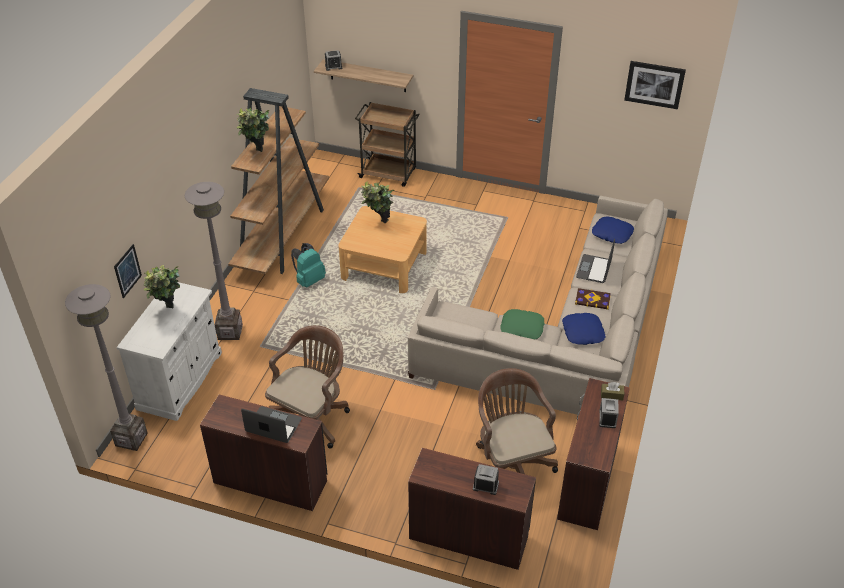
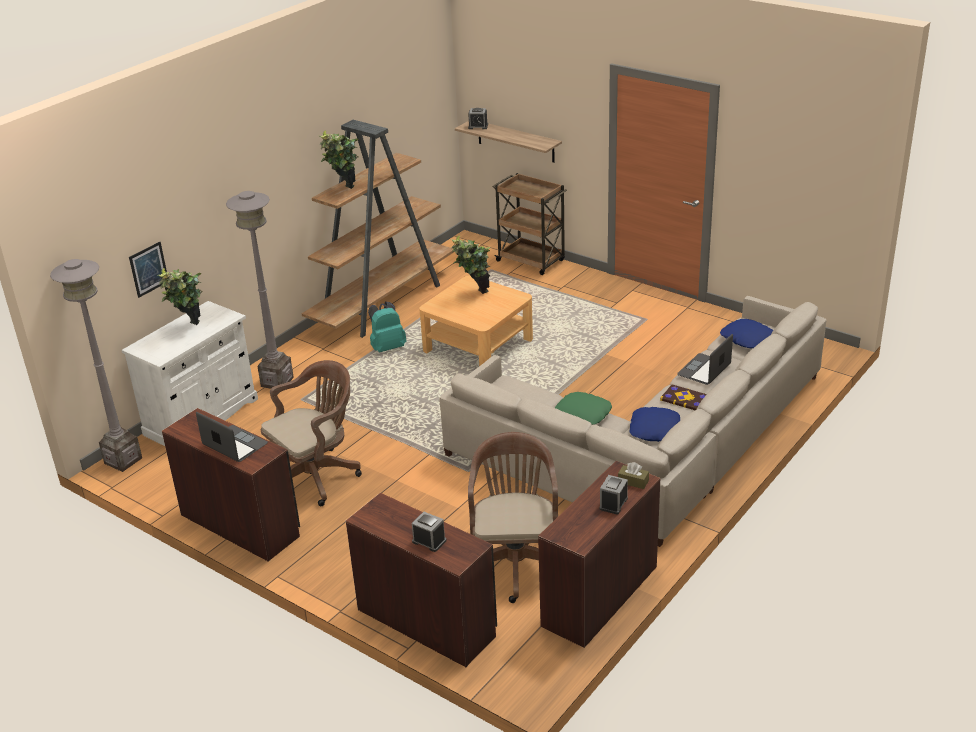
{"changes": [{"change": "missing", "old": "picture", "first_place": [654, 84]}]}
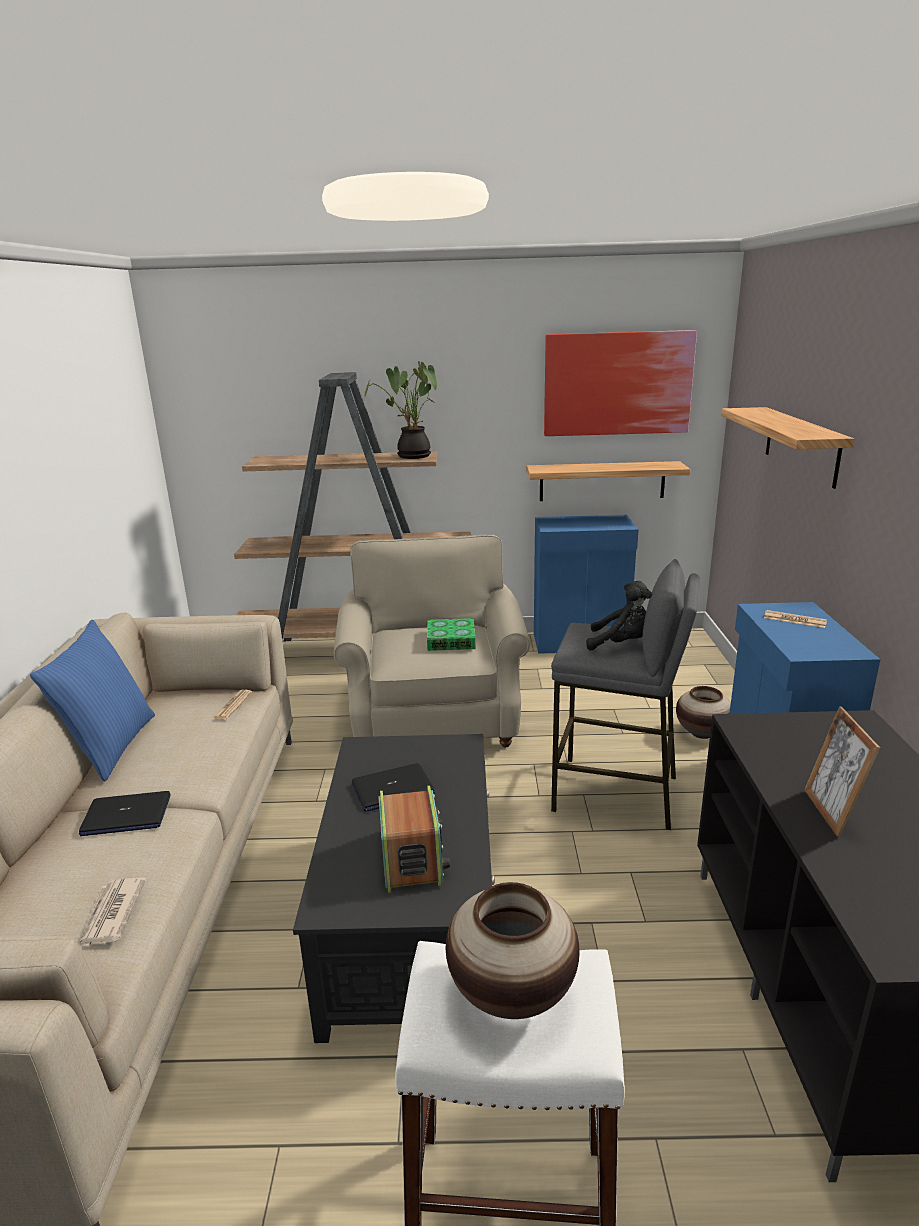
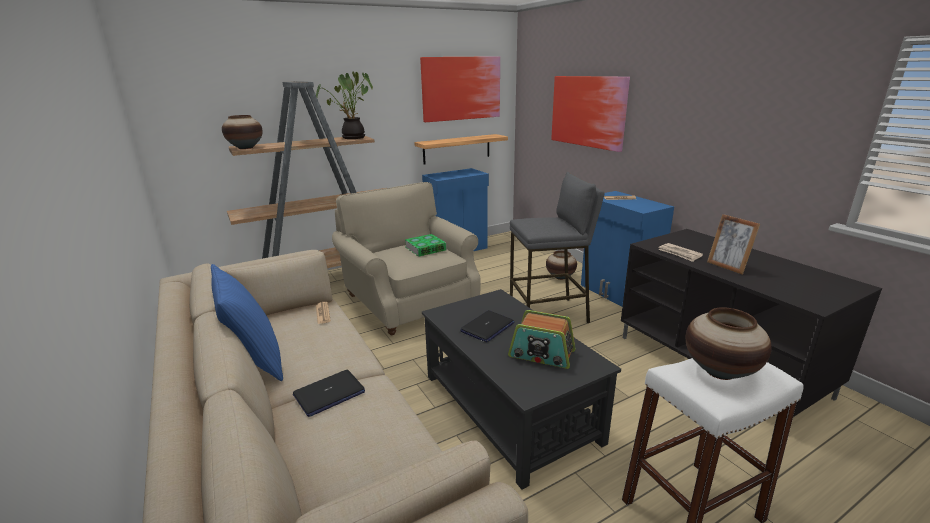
{"changes": [{"change": "relocated", "old": "daily paper", "first_place": [111, 914], "second_place": [679, 254]}, {"change": "spun", "old": "radio receiver", "first_place": [412, 857], "second_place": [541, 354], "degrees": 150}, {"change": "missing", "old": "soft toy/black", "first_place": [621, 644]}, {"change": "exchanged", "old": "bracket shelf", "new": "picture", "first_place": [801, 445], "second_place": [588, 111]}, {"change": "appeared", "new": "flower vase", "second_place": [245, 148]}]}
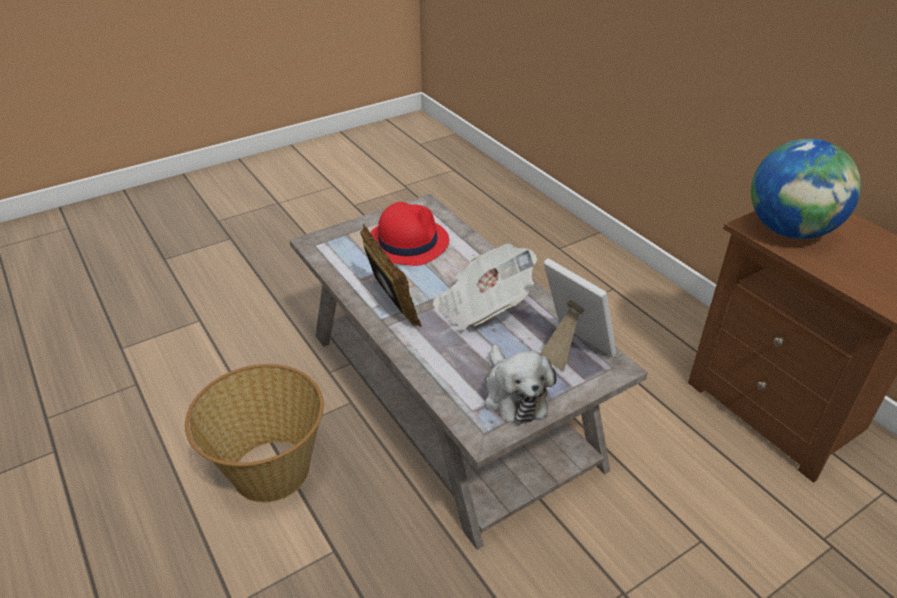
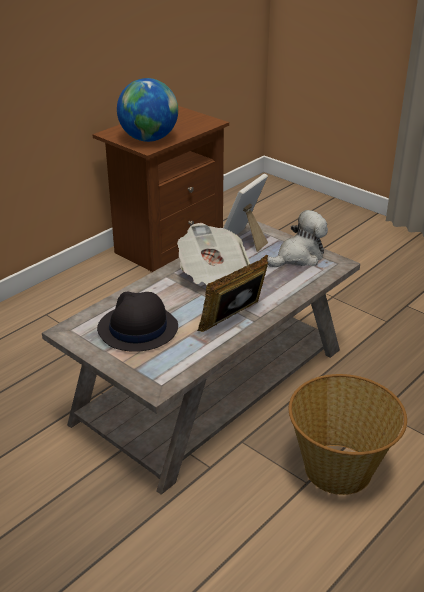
{"changes": [{"change": "colour", "old": "hat/reddish", "new": "hat/black", "first_place": [407, 241], "second_place": [137, 329]}]}
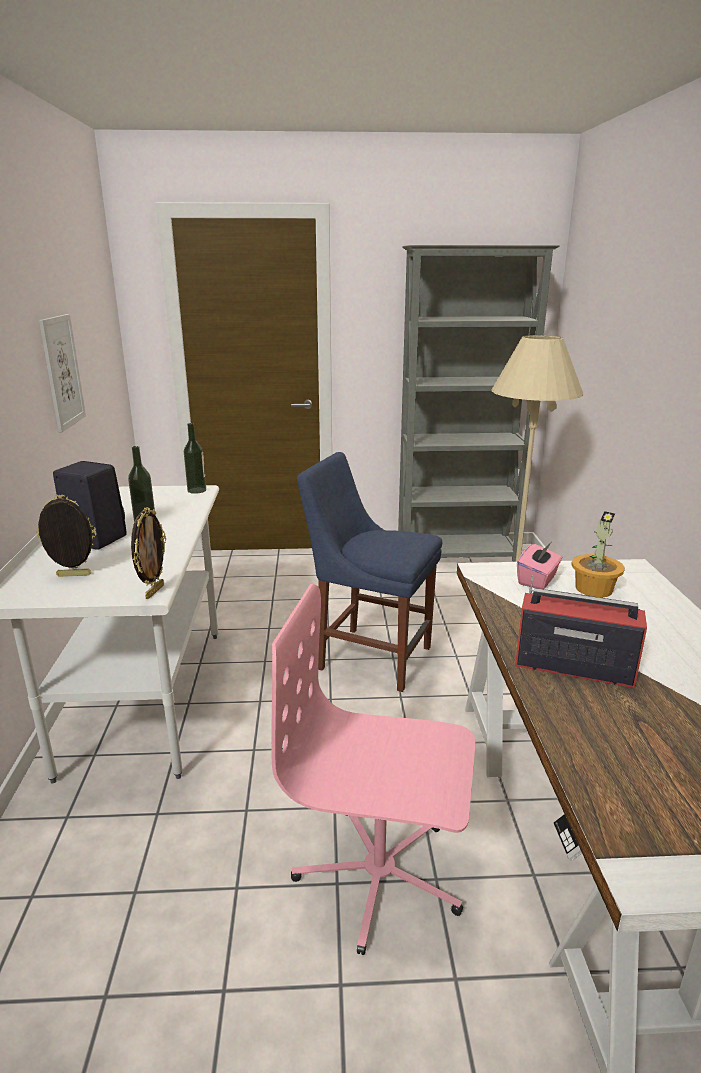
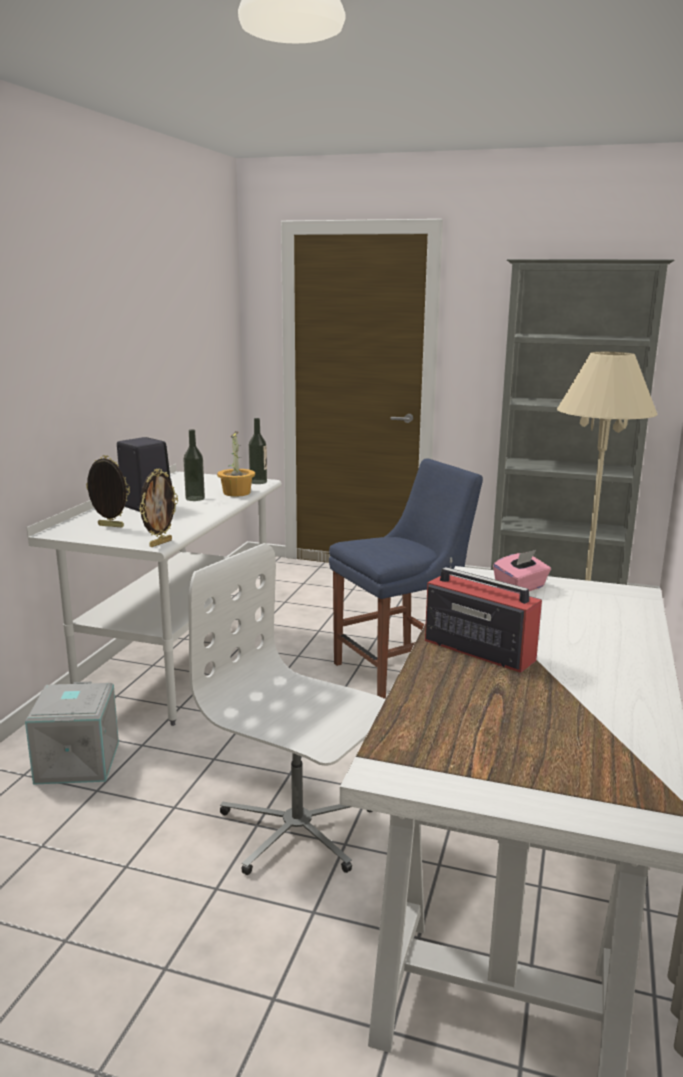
{"changes": [{"change": "missing", "old": "picture", "first_place": [62, 372]}, {"change": "colour", "old": "computer chair/pinkish", "new": "computer chair/white-coloured", "first_place": [379, 874], "second_place": [297, 828]}, {"change": "spun", "old": "plain chair/blue", "first_place": [369, 656], "second_place": [400, 669], "degrees": 105}, {"change": "relocated", "old": "potted plant", "first_place": [594, 589], "second_place": [237, 493]}, {"change": "appeared", "new": "storage container/grey", "second_place": [76, 762]}]}
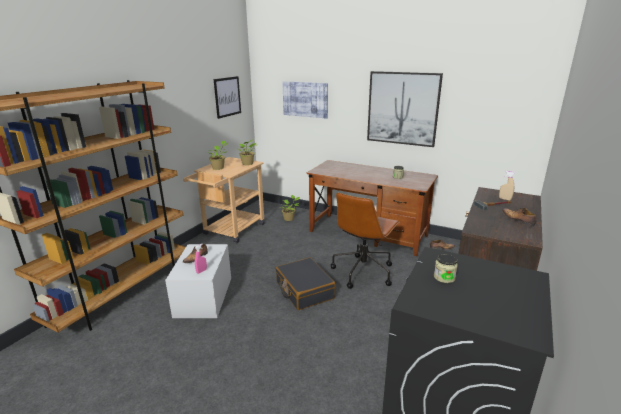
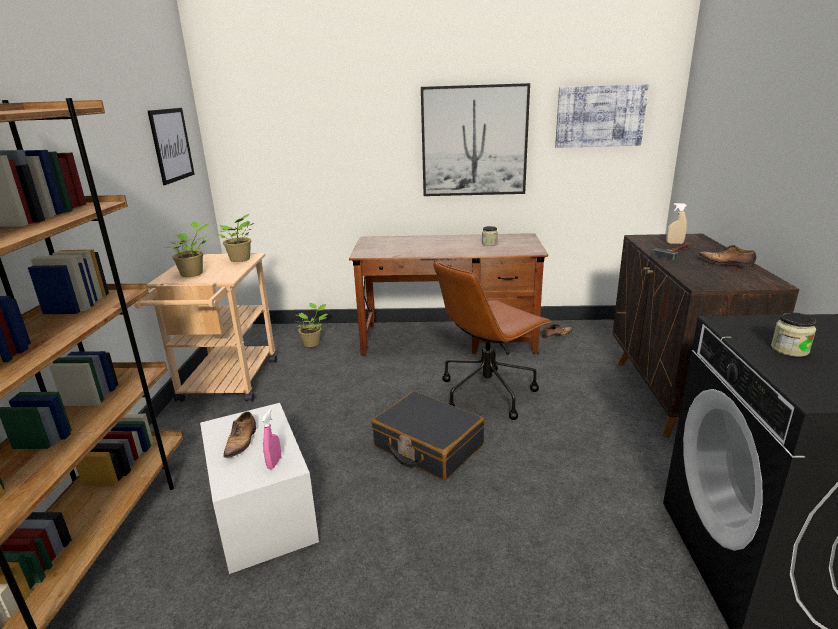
{"changes": [{"change": "relocated", "old": "picture", "first_place": [305, 99], "second_place": [600, 116]}, {"change": "spun", "old": "computer chair/brownish", "first_place": [363, 271], "second_place": [488, 393], "degrees": 45}]}
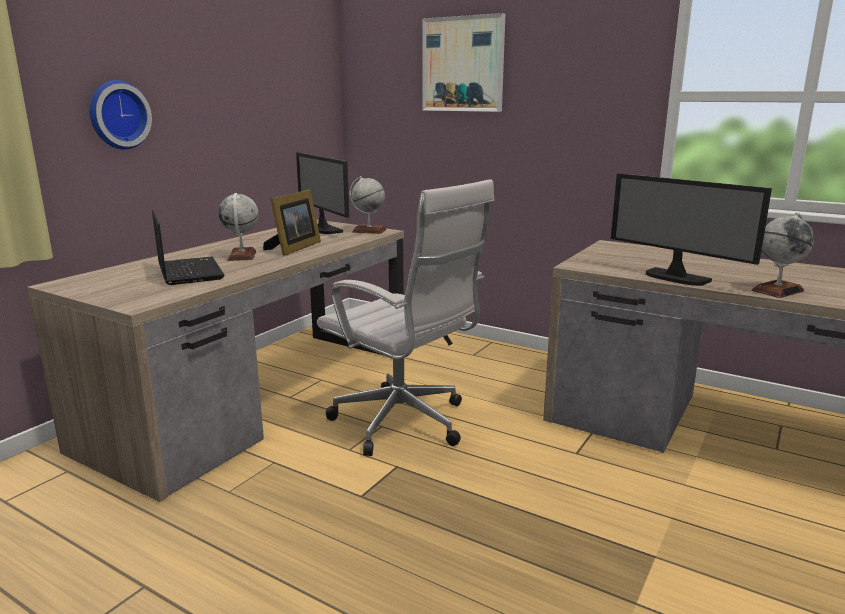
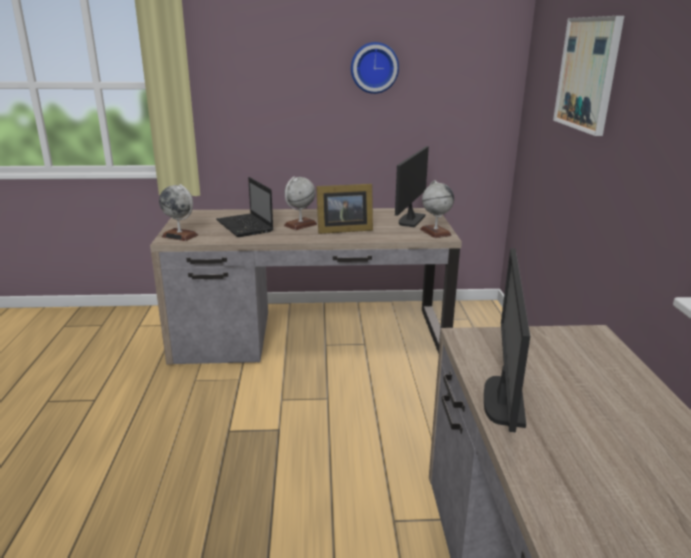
{"changes": [{"change": "relocated", "old": "clock on the wall", "first_place": [117, 115], "second_place": [374, 68]}, {"change": "spun", "old": "notebook computer", "first_place": [189, 272], "second_place": [245, 226], "degrees": 120}, {"change": "missing", "old": "computer chair/white-coloured", "first_place": [405, 424]}, {"change": "relocated", "old": "globe", "first_place": [777, 290], "second_place": [180, 236]}]}
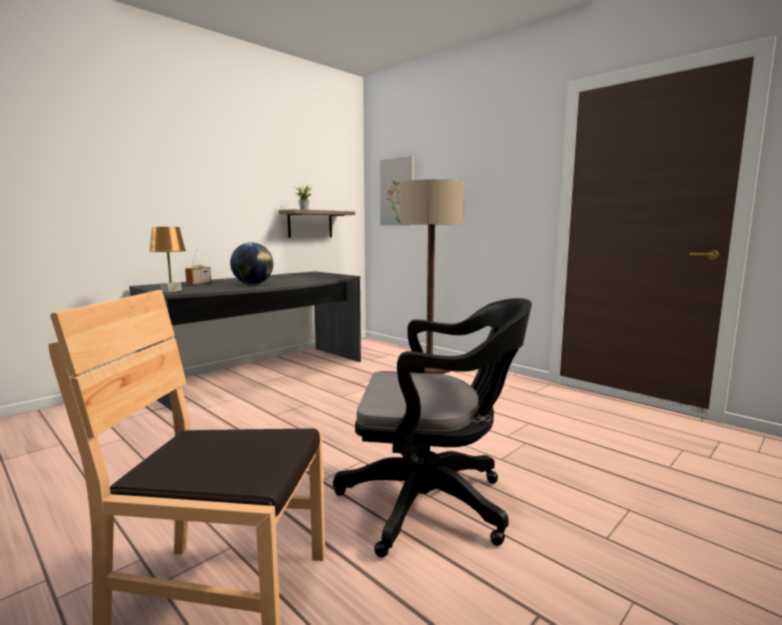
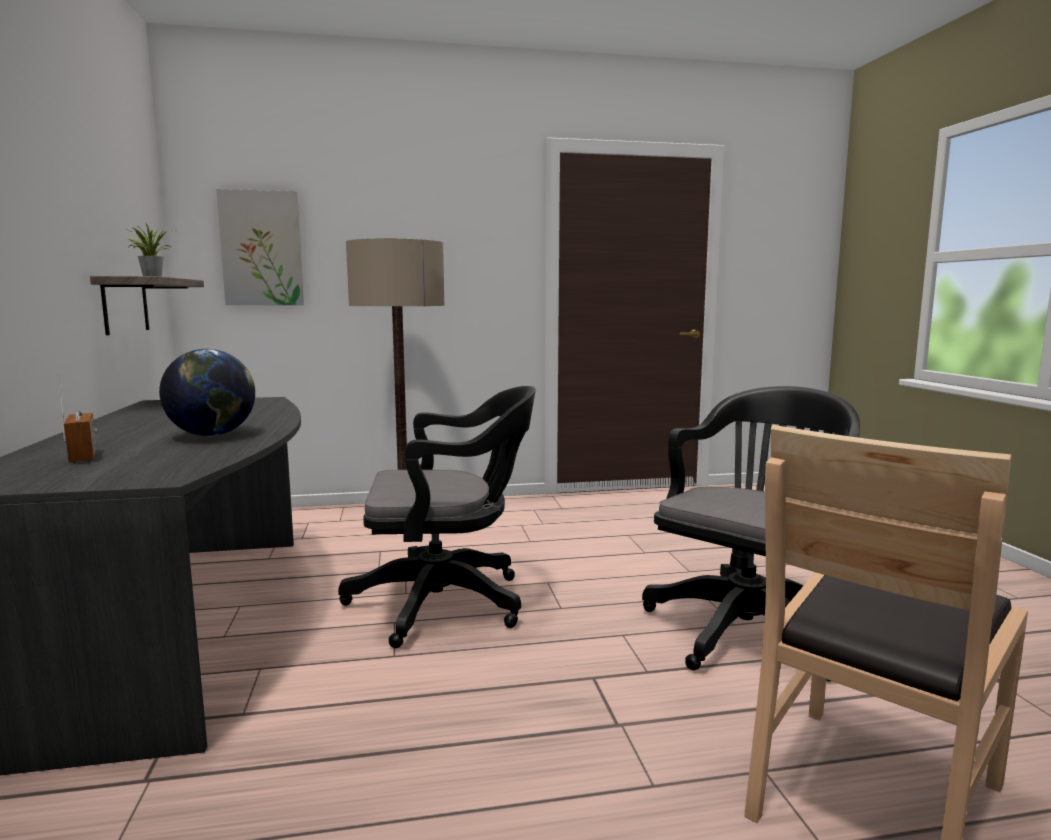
{"changes": [{"change": "missing", "old": "table lamp/brownish", "first_place": [171, 291]}, {"change": "appeared", "new": "computer chair/black", "second_place": [447, 602]}]}
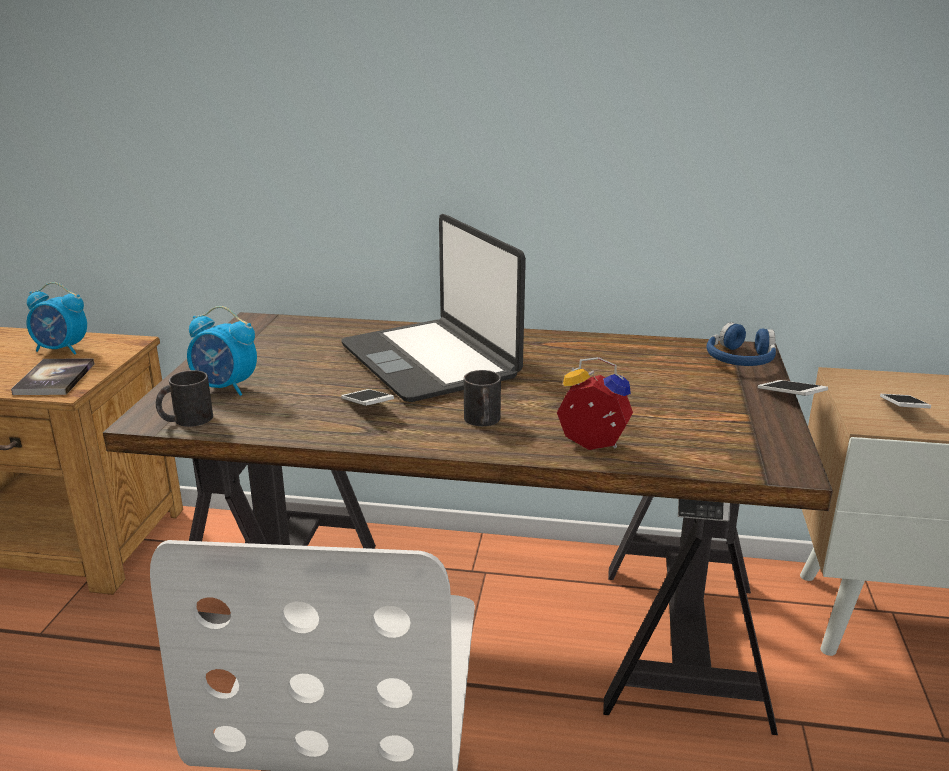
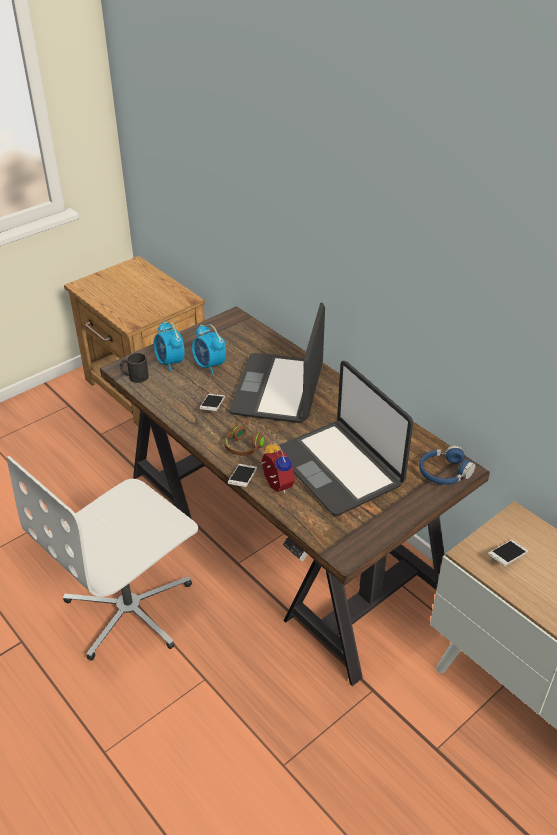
{"changes": [{"change": "missing", "old": "bound book", "first_place": [55, 379]}, {"change": "relocated", "old": "bedside clock", "first_place": [62, 349], "second_place": [209, 366]}, {"change": "exchanged", "old": "mug/black", "new": "headphones/brownish", "first_place": [483, 421], "second_place": [249, 443]}, {"change": "relocated", "old": "telephone", "first_place": [790, 397], "second_place": [242, 480]}, {"change": "appeared", "new": "notebook computer", "second_place": [339, 467]}]}
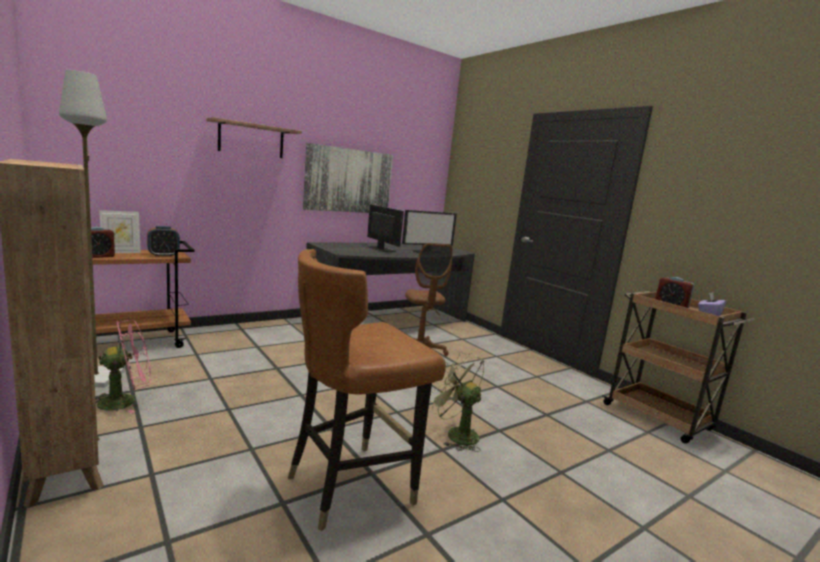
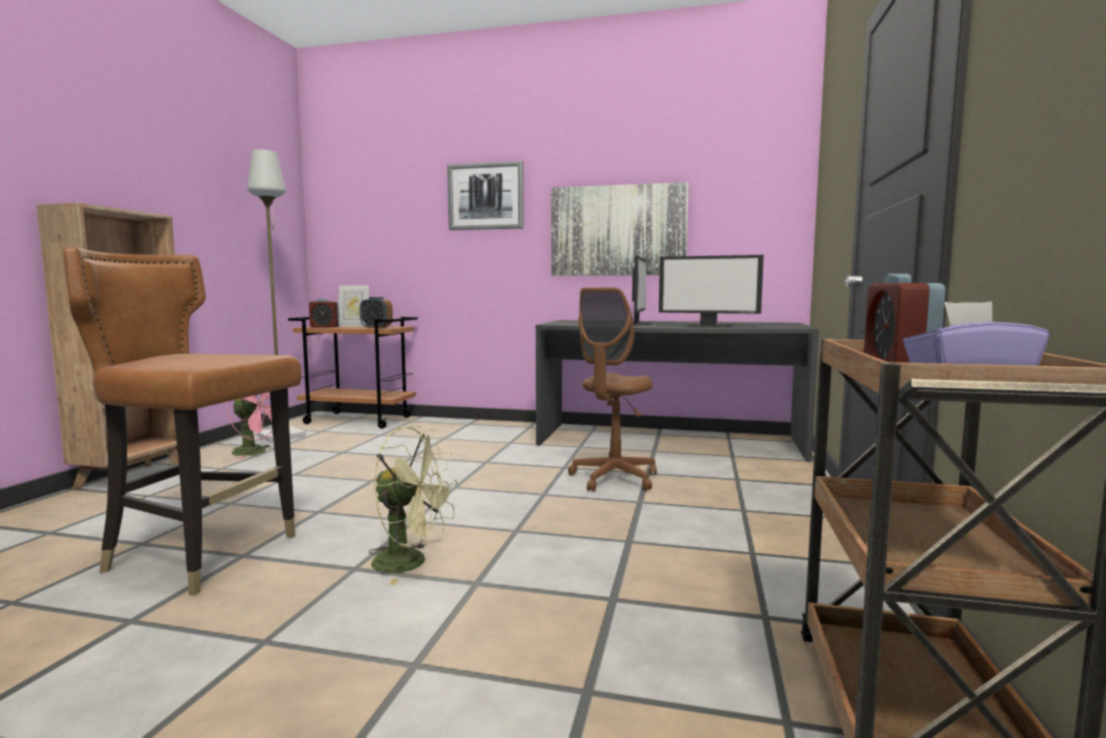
{"changes": [{"change": "exchanged", "old": "bracket shelf", "new": "picture", "first_place": [251, 140], "second_place": [485, 196]}, {"change": "spun", "old": "electric fan/green-coloured", "first_place": [456, 434], "second_place": [411, 563], "degrees": 105}]}
